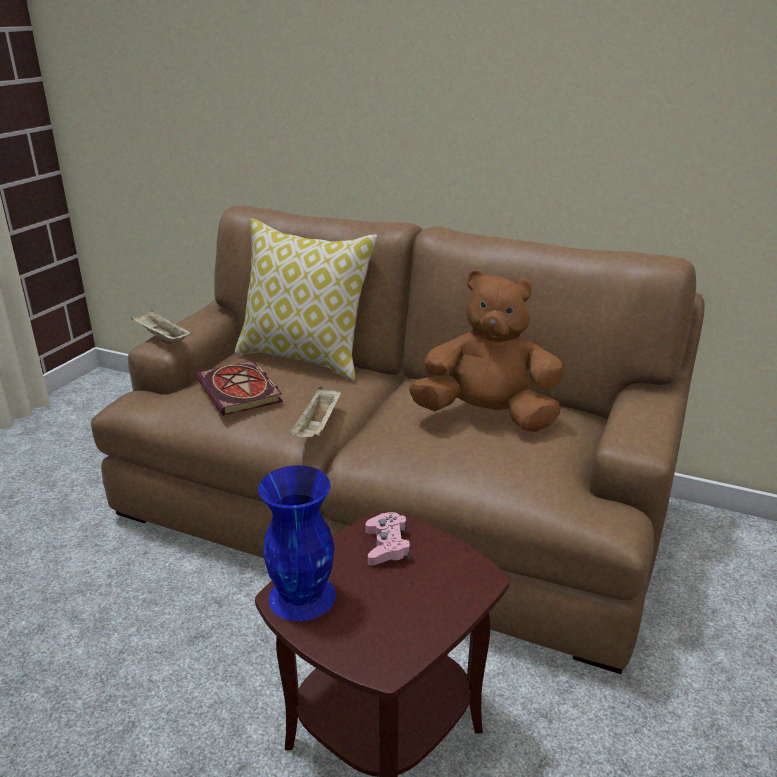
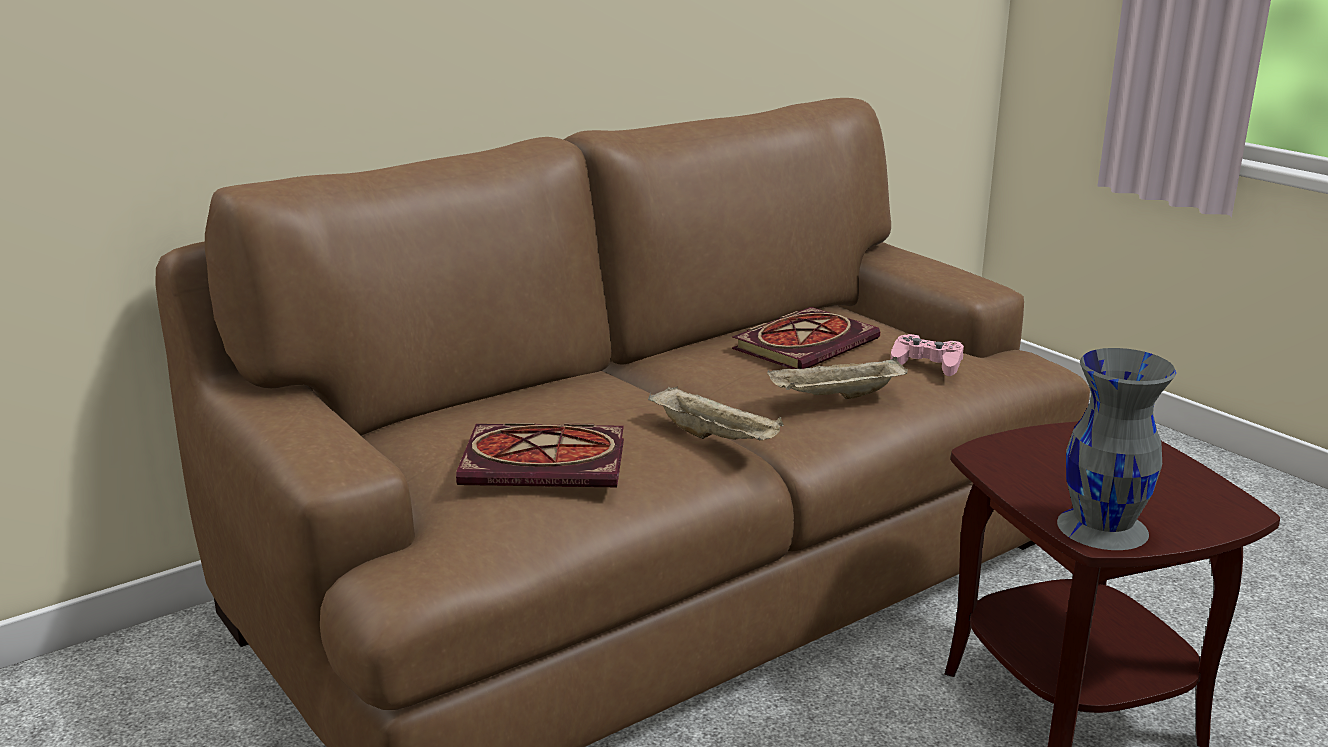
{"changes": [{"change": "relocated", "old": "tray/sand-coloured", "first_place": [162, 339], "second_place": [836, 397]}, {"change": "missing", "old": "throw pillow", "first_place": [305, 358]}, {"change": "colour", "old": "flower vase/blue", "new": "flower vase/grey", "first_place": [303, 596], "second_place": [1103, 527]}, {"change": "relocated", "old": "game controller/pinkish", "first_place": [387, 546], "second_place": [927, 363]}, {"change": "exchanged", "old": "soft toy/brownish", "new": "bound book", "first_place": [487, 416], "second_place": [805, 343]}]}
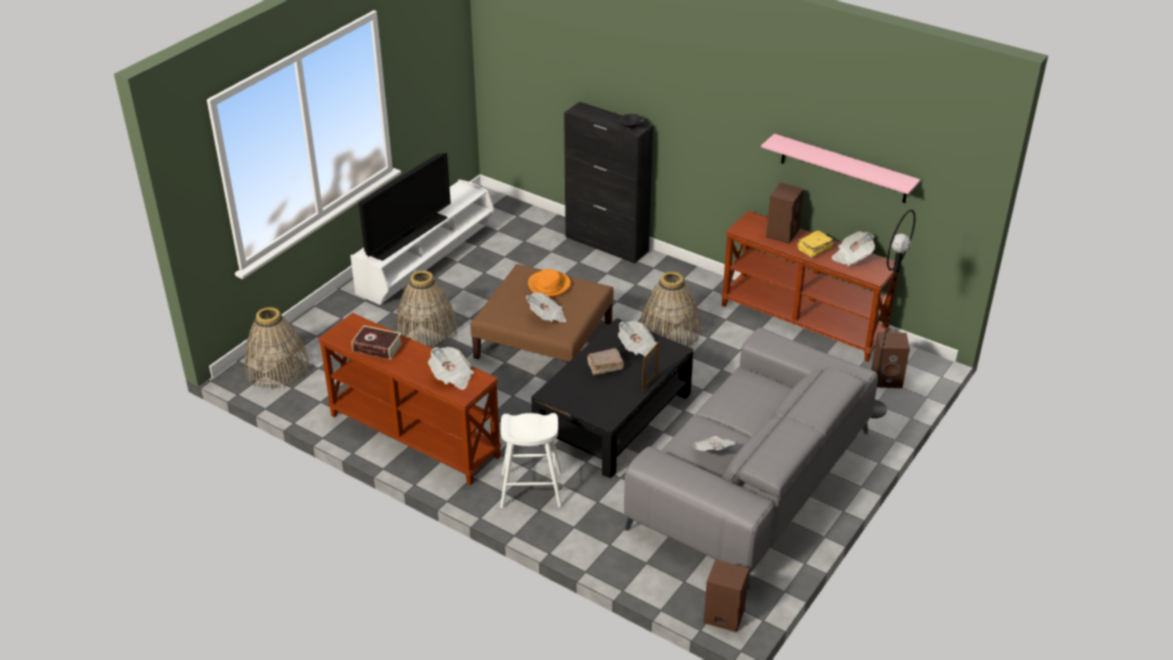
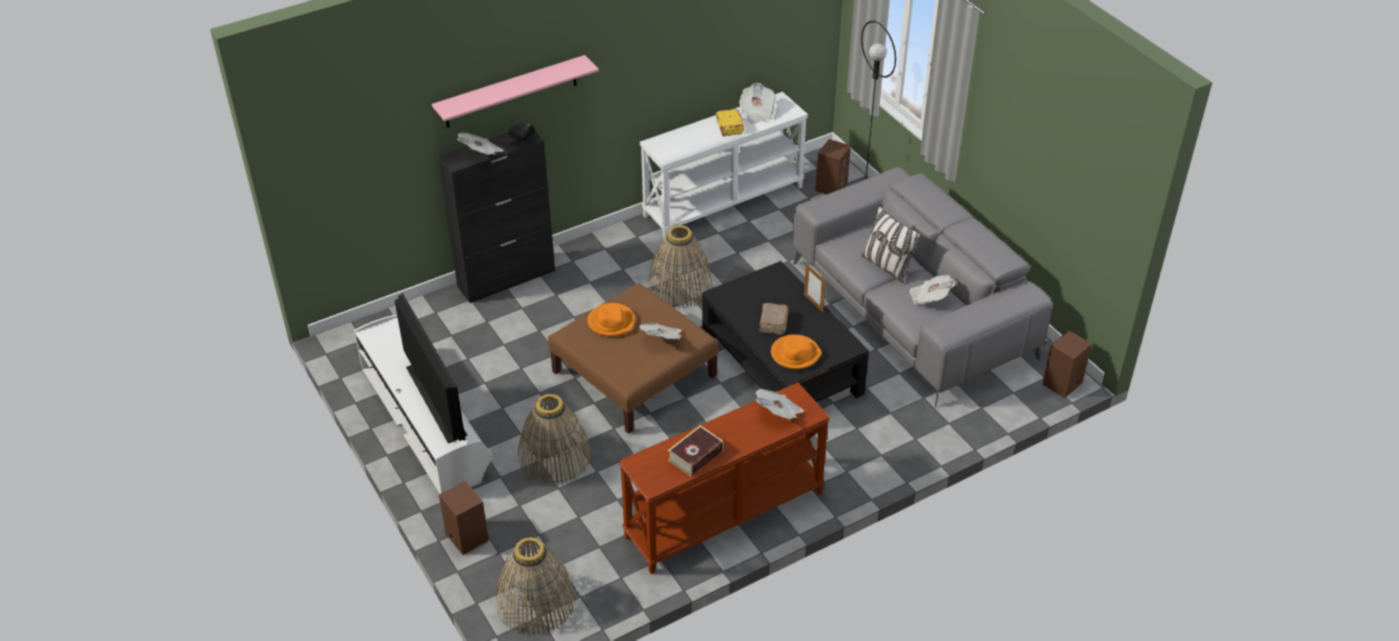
{"changes": [{"change": "missing", "old": "stool seat/white-coloured", "first_place": [531, 490]}, {"change": "relocated", "old": "daily paper", "first_place": [638, 348], "second_place": [481, 153]}, {"change": "colour", "old": "console table/brownish", "new": "console table/white-coloured", "first_place": [803, 321], "second_place": [723, 200]}, {"change": "relocated", "old": "bracket shelf/pinkish", "first_place": [843, 169], "second_place": [511, 92]}, {"change": "relocated", "old": "speaker/brownish", "first_place": [782, 233], "second_place": [465, 537]}, {"change": "appeared", "new": "hat/orange", "second_place": [795, 354]}, {"change": "appeared", "new": "throw pillow", "second_place": [886, 266]}]}
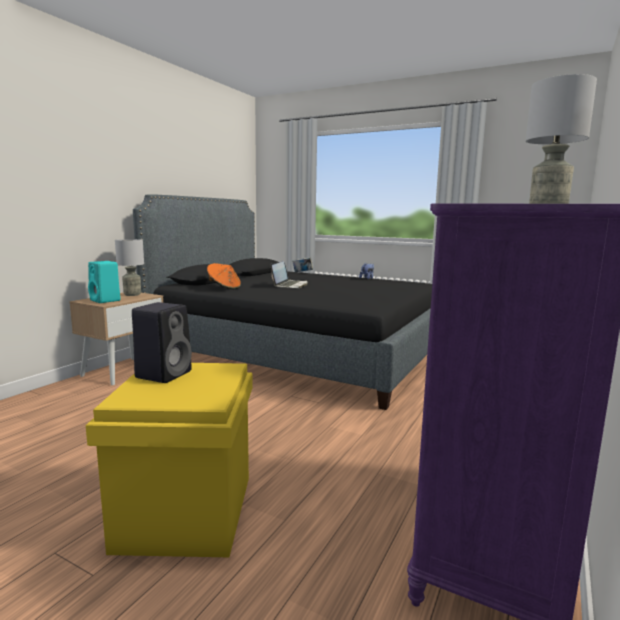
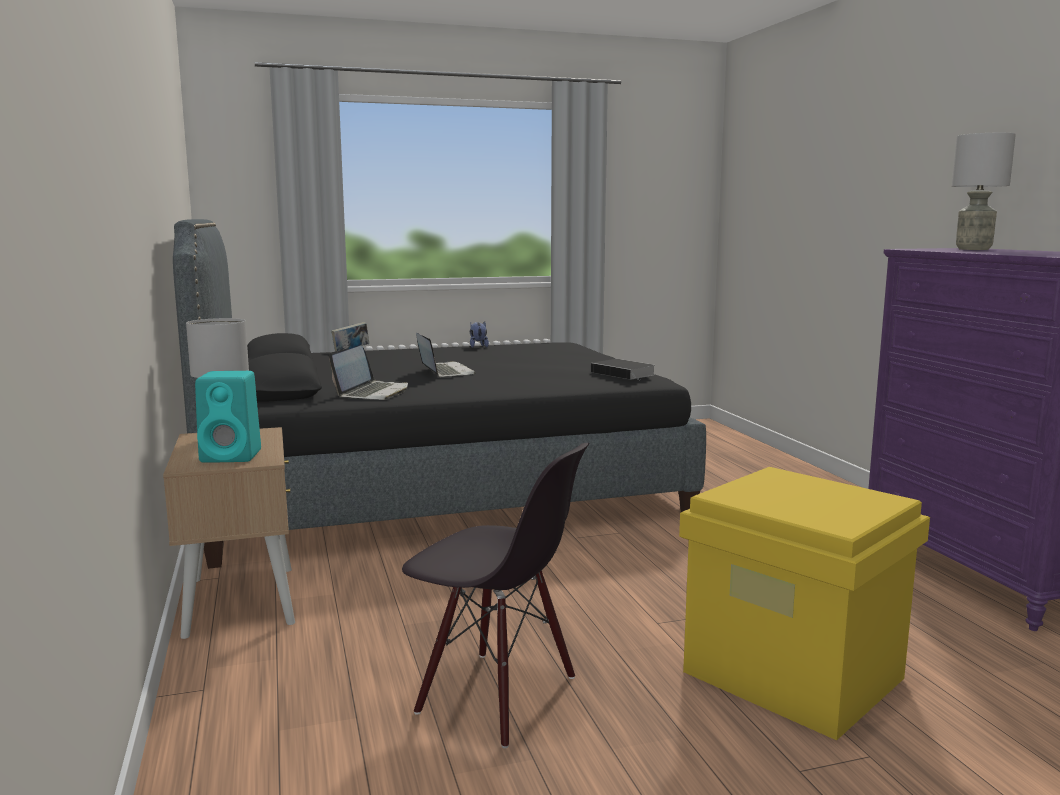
{"changes": [{"change": "missing", "old": "speaker/black", "first_place": [164, 374]}, {"change": "exchanged", "old": "hat/orange", "new": "notebook computer", "first_place": [224, 288], "second_place": [372, 393]}, {"change": "appeared", "new": "plain chair/black", "second_place": [496, 696]}, {"change": "appeared", "new": "bound book", "second_place": [624, 373]}]}
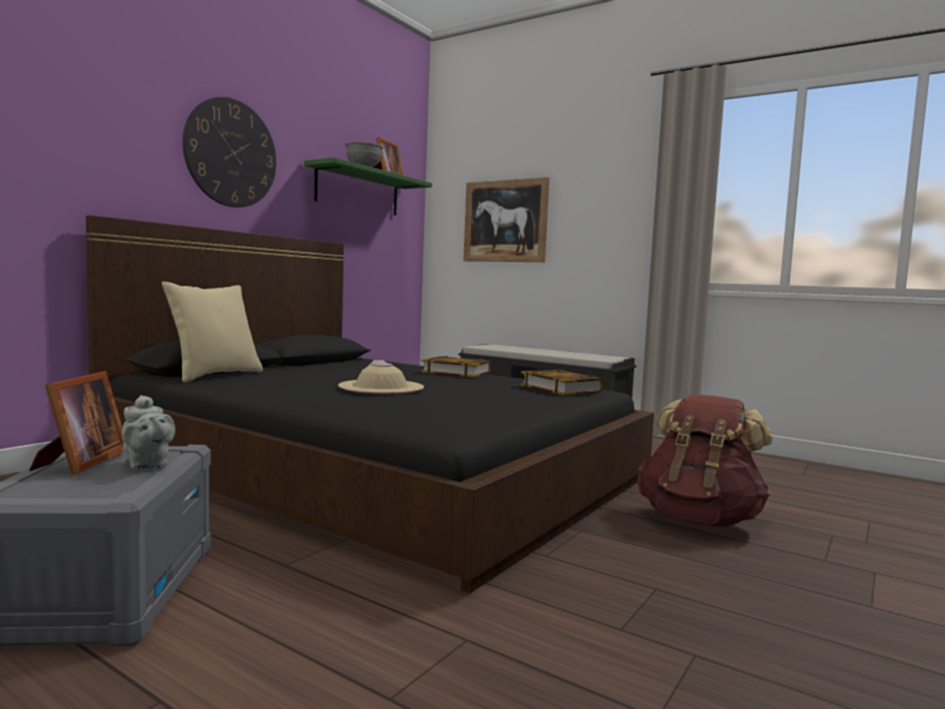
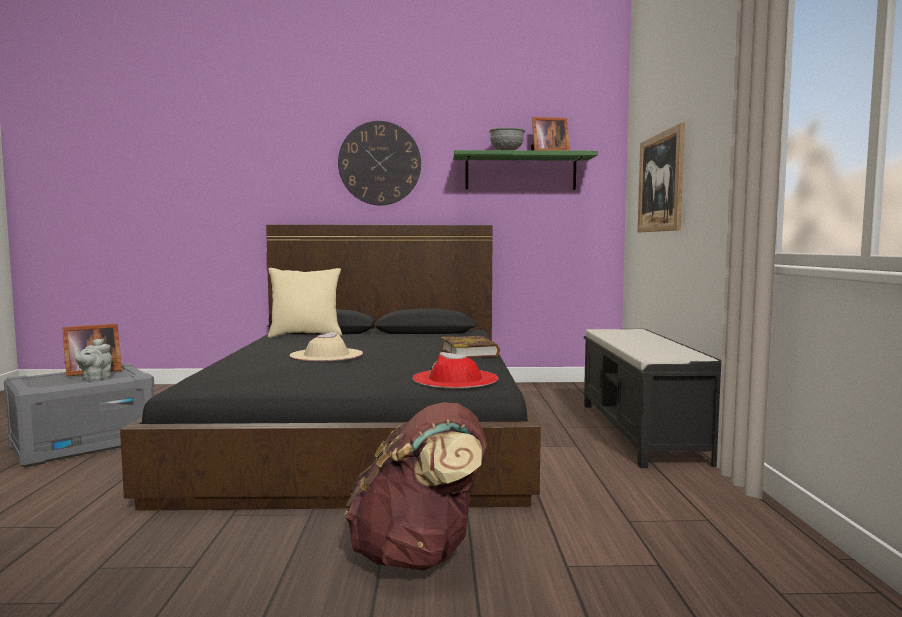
{"changes": [{"change": "exchanged", "old": "bound book", "new": "hat/reddish", "first_place": [561, 388], "second_place": [455, 379]}]}
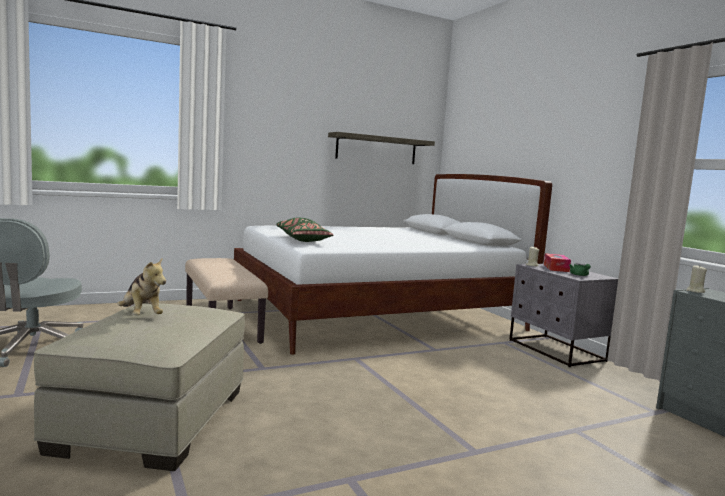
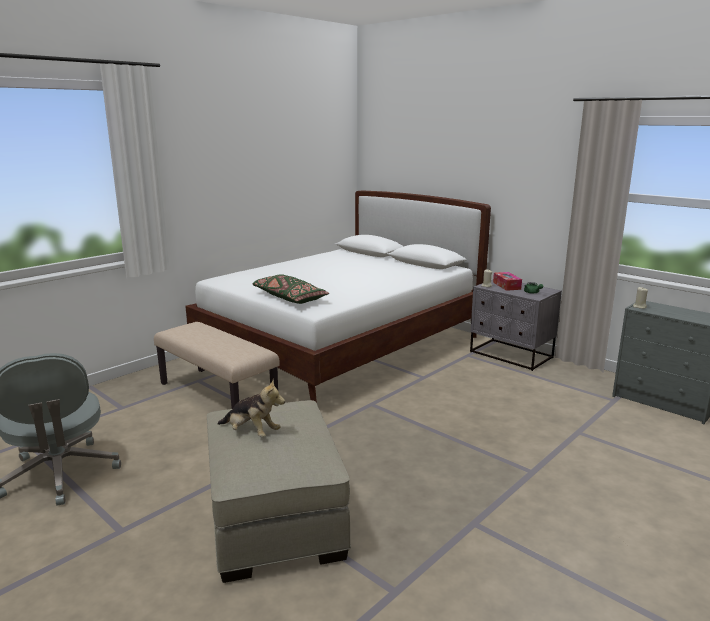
{"changes": [{"change": "missing", "old": "bracket shelf", "first_place": [376, 149]}]}
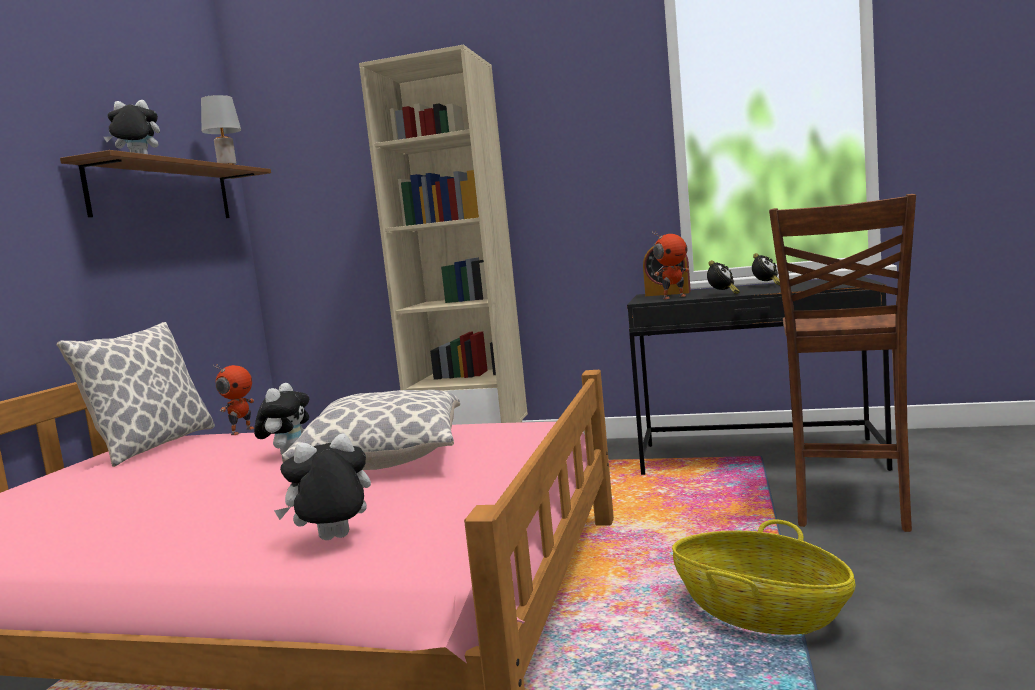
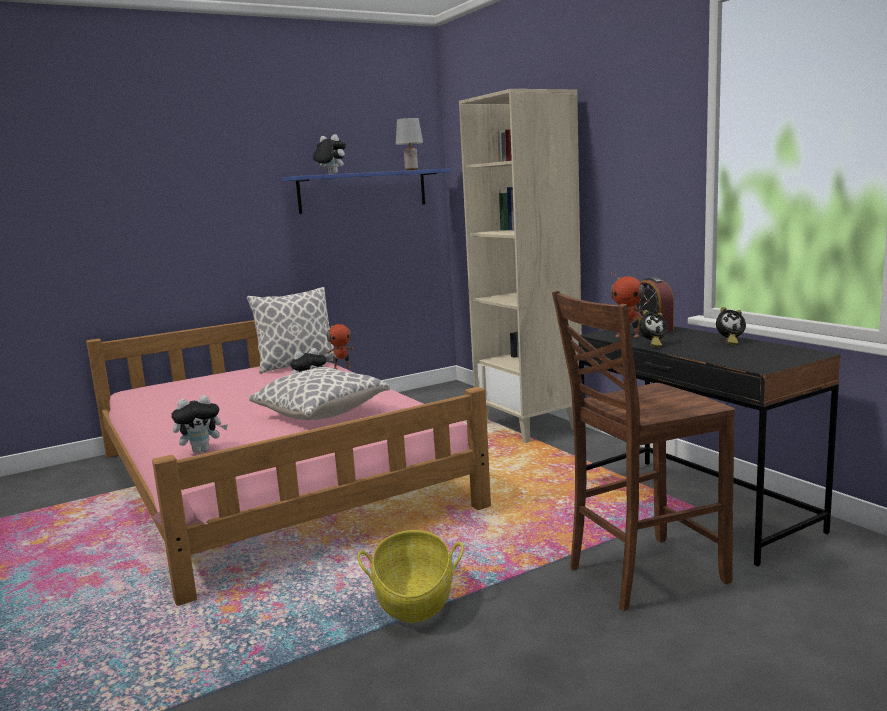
{"changes": [{"change": "colour", "old": "bracket shelf/brownish", "new": "bracket shelf/blue", "first_place": [162, 192], "second_place": [363, 191]}, {"change": "spun", "old": "soft toy", "first_place": [333, 540], "second_place": [202, 451], "degrees": 135}]}
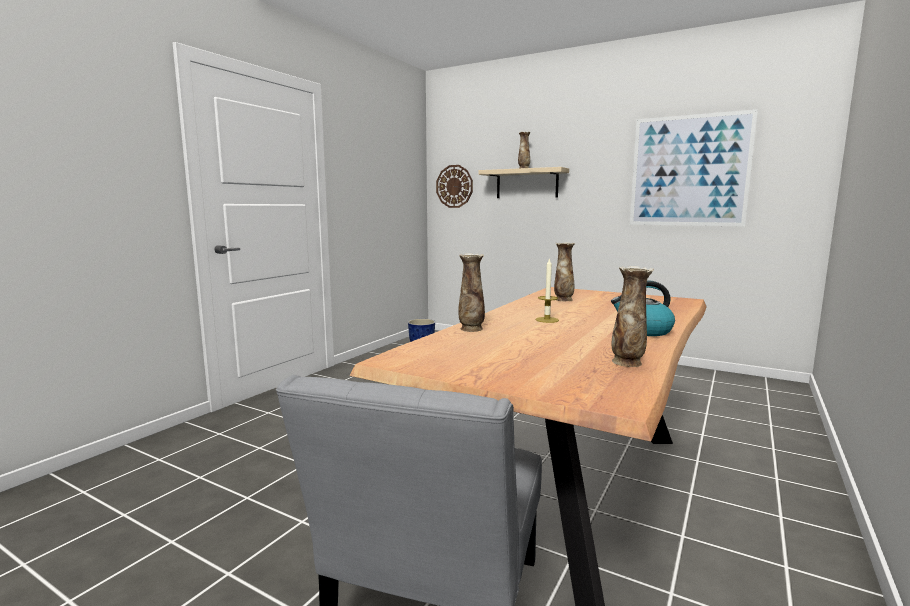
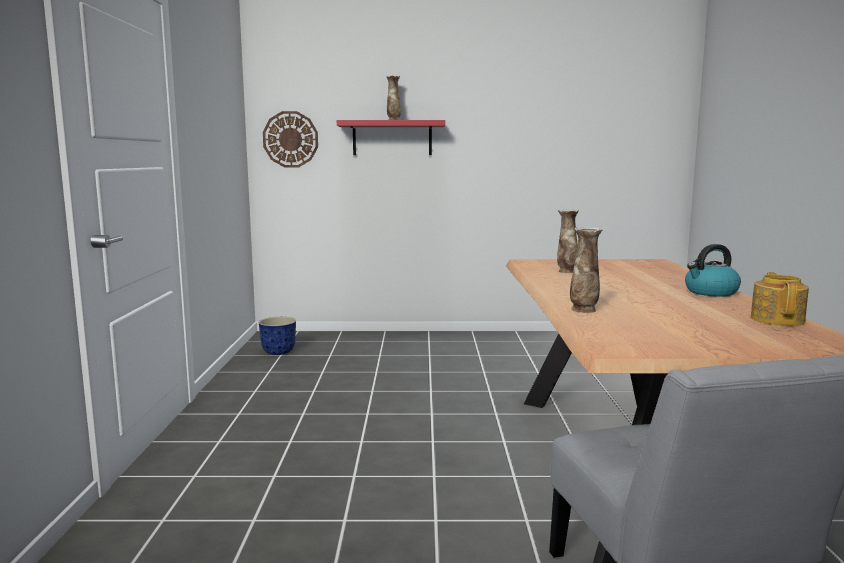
{"changes": [{"change": "colour", "old": "bracket shelf/sand-coloured", "new": "bracket shelf/reddish", "first_place": [527, 184], "second_place": [392, 138]}, {"change": "missing", "old": "wax light", "first_place": [547, 320]}, {"change": "exchanged", "old": "flower vase", "new": "teapot", "first_place": [628, 363], "second_place": [777, 319]}, {"change": "missing", "old": "picture", "first_place": [689, 171]}]}
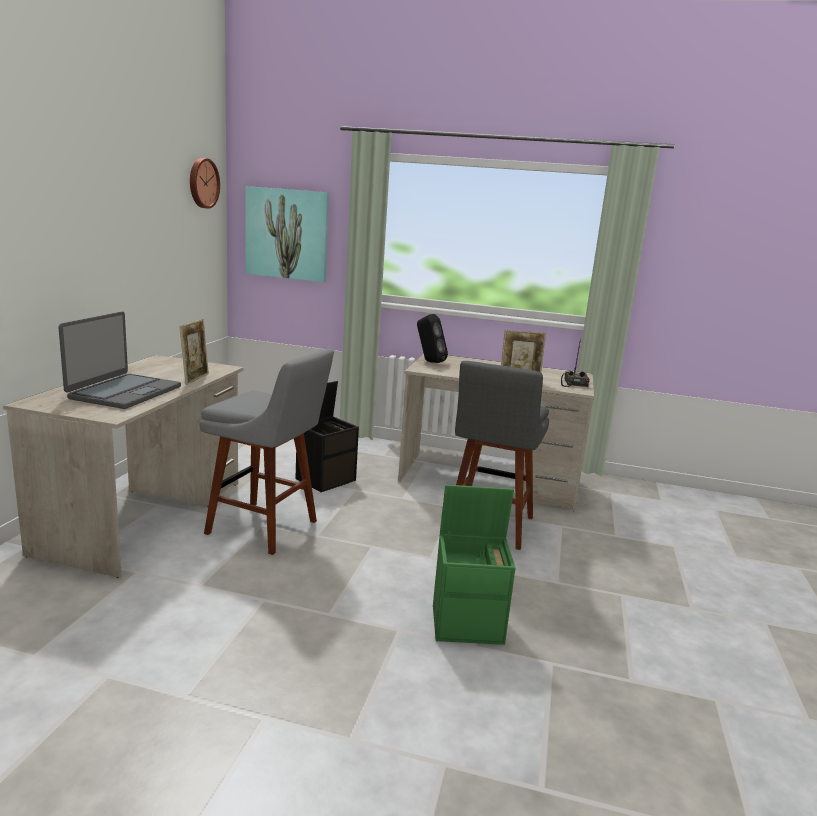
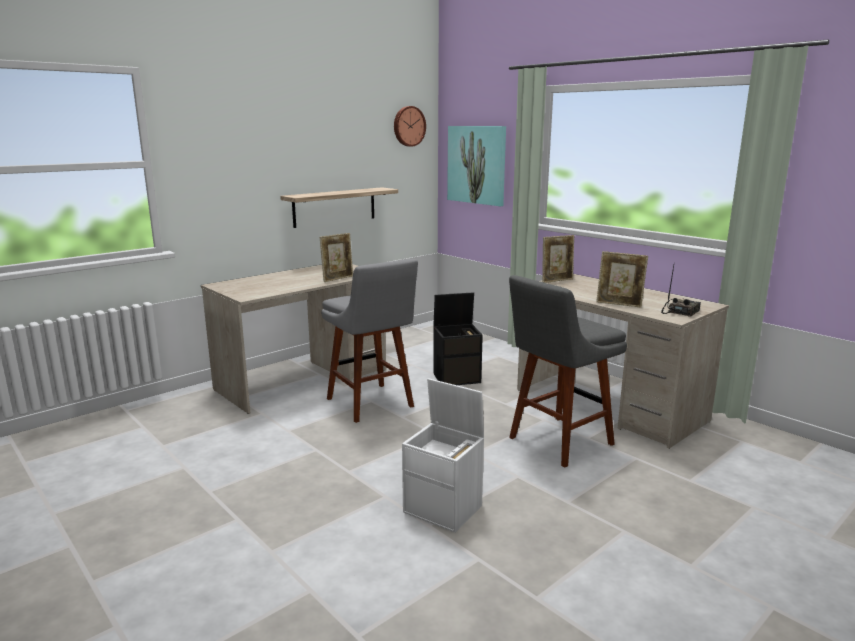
{"changes": [{"change": "missing", "old": "notebook computer", "first_place": [124, 392]}, {"change": "exchanged", "old": "speaker/black", "new": "standing frame", "first_place": [429, 361], "second_place": [557, 280]}, {"change": "colour", "old": "storage container/green-coloured", "new": "storage container/white-coloured", "first_place": [469, 623], "second_place": [444, 509]}, {"change": "appeared", "new": "bracket shelf", "second_place": [334, 207]}]}
